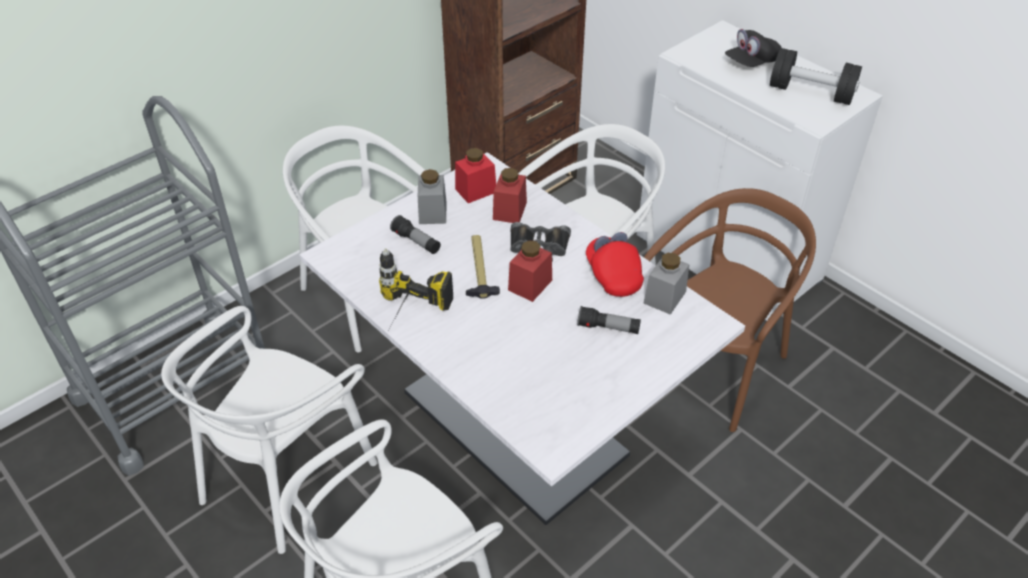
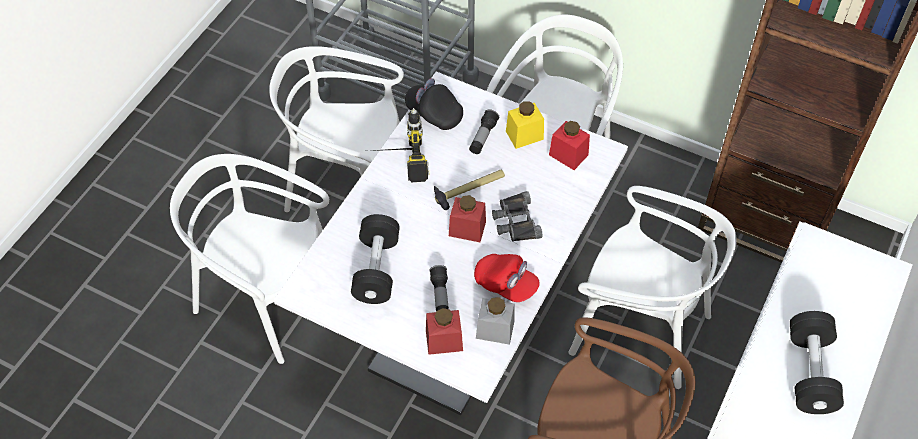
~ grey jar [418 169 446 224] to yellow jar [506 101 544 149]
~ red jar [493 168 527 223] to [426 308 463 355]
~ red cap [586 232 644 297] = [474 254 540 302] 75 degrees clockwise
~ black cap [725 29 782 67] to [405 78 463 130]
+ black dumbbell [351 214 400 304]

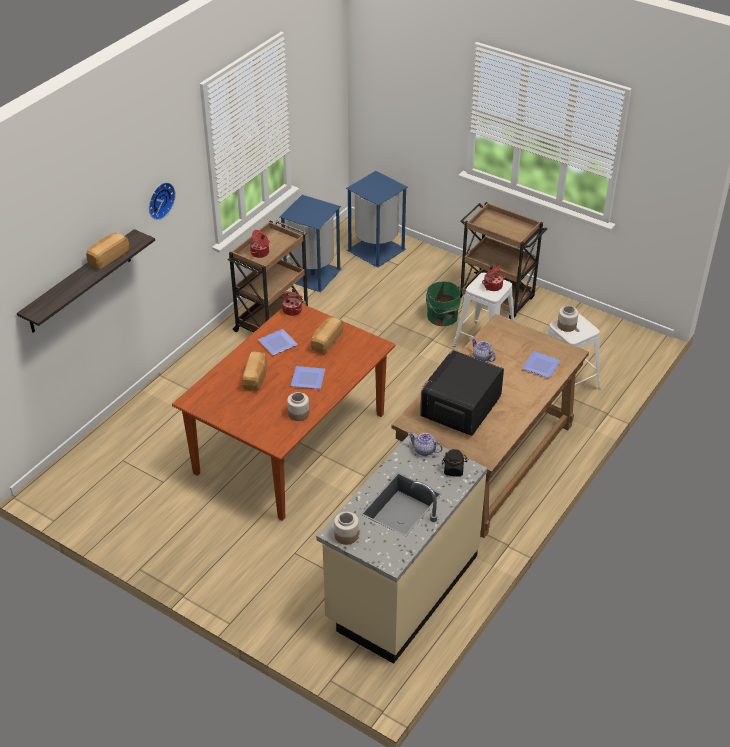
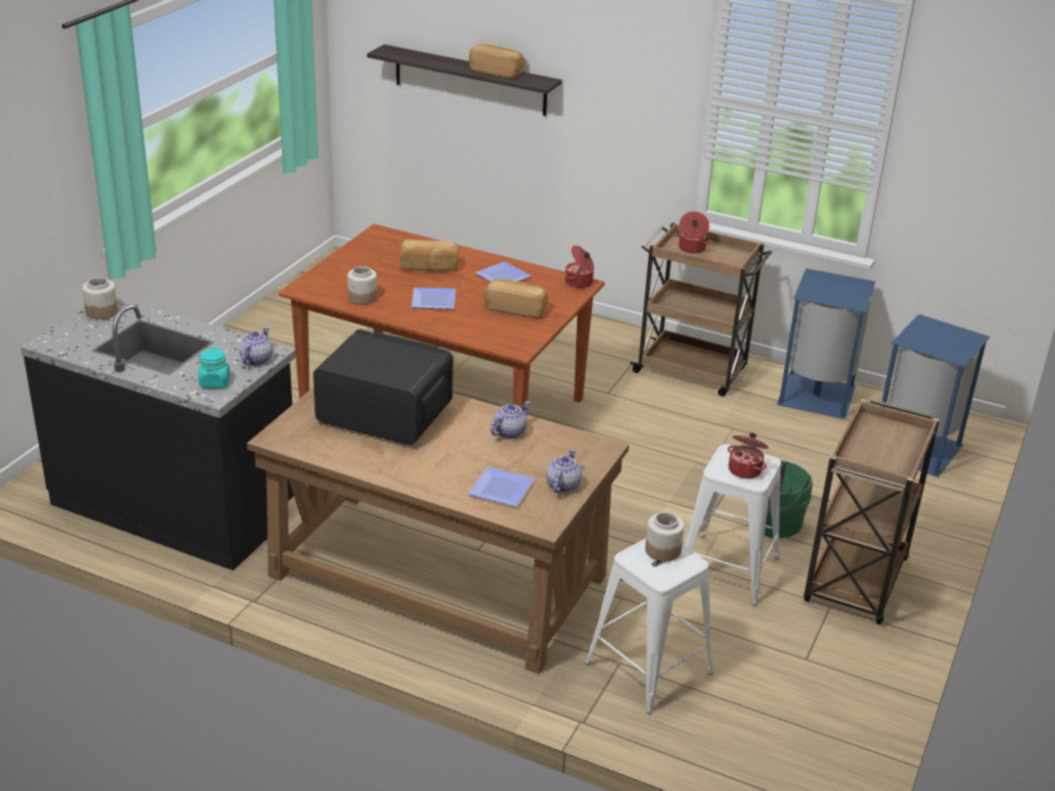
- wall clock [149 182 175 220]
~ beige counter [316 432 488 664] to black counter [21 298 296 570]
~ black jar [442 449 467 476] to turquoise jar [198 348 230 388]
+ teapot [546 449 582 493]

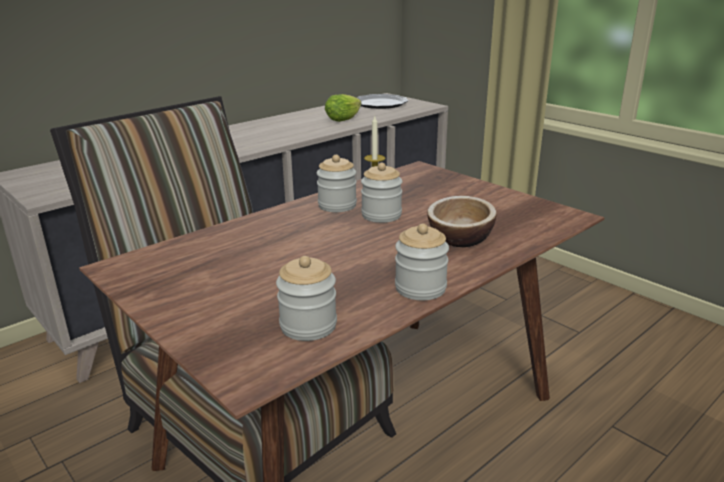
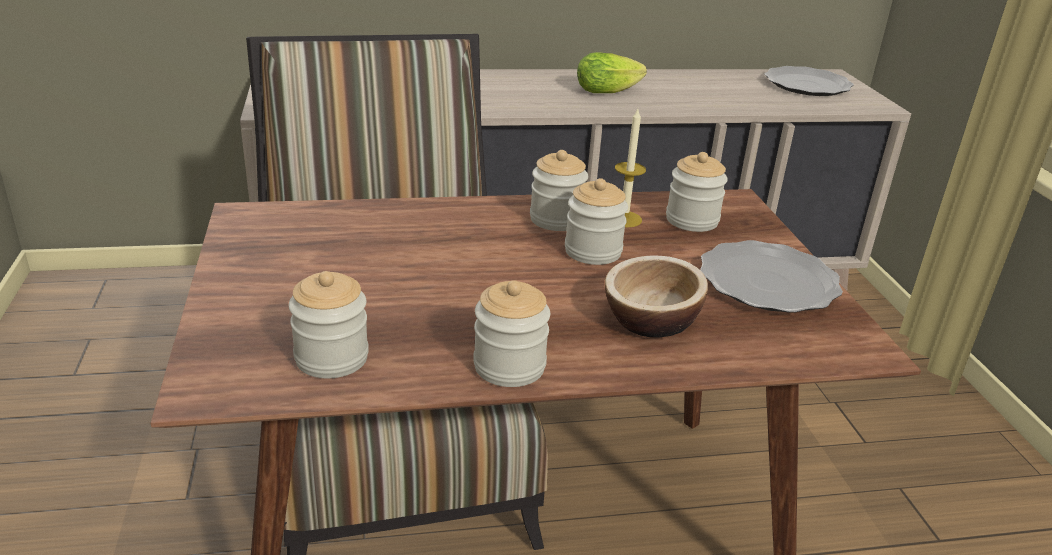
~ lettuce [325 94 361 122] to [577 52 647 93]
+ jar [666 152 728 232]
+ plate [700 240 843 313]

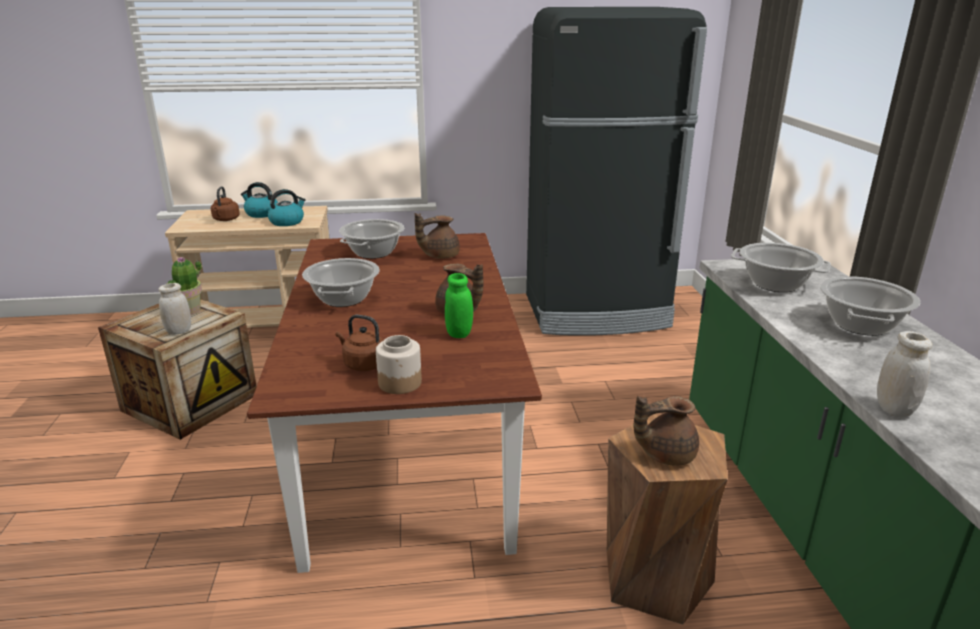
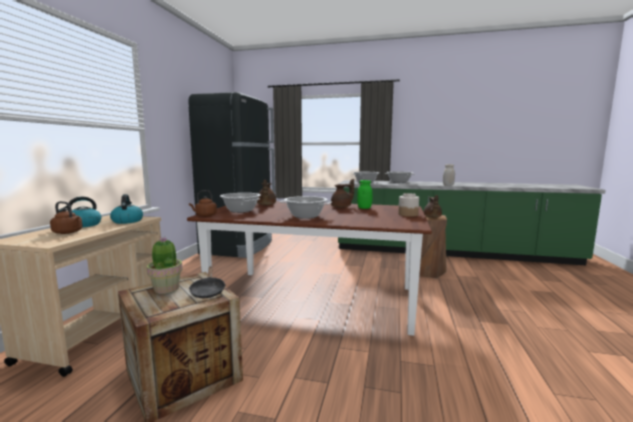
~ white jar [158 283 191 335] to black frying pan [189 266 225 298]
~ brown kettle [335 315 384 371] to [189 190 217 217]

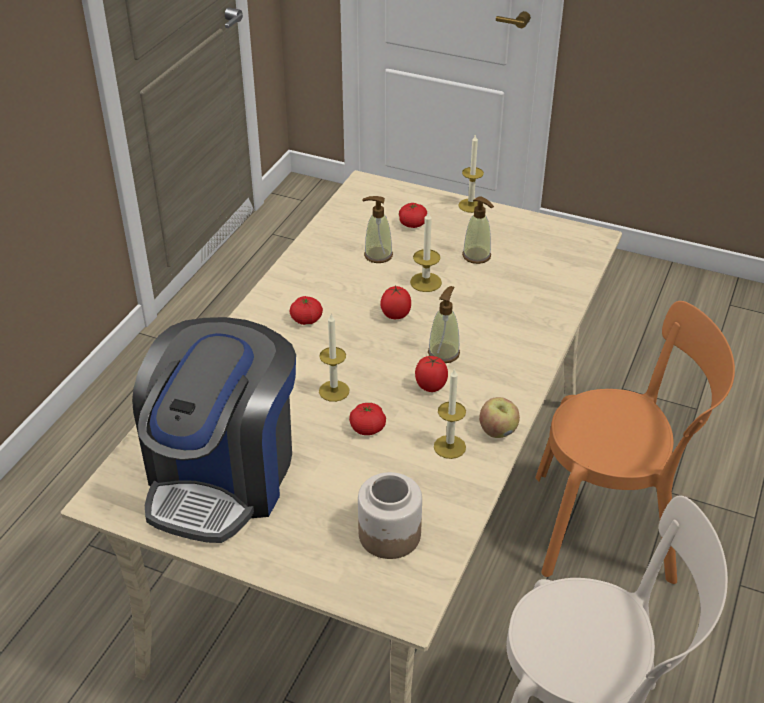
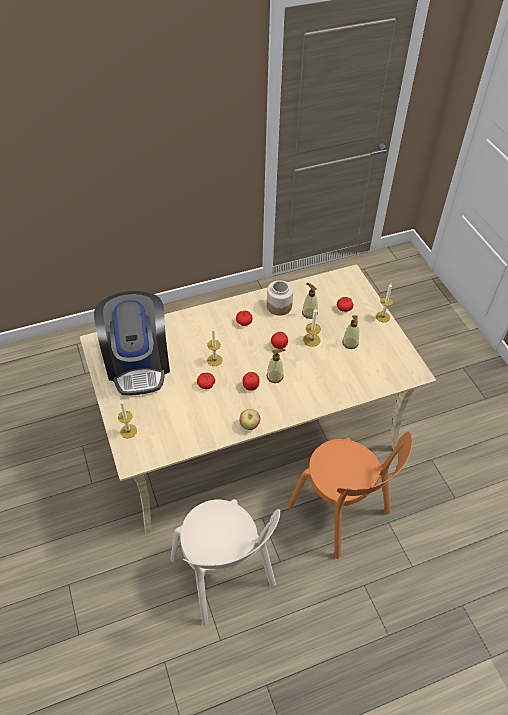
~ coffee machine [132 317 296 543] = [94 291 170 396] 75 degrees counterclockwise
~ jar [358 472 422 559] to [267 280 293 316]
~ candle [434 368 466 459] to [118 400 137 438]

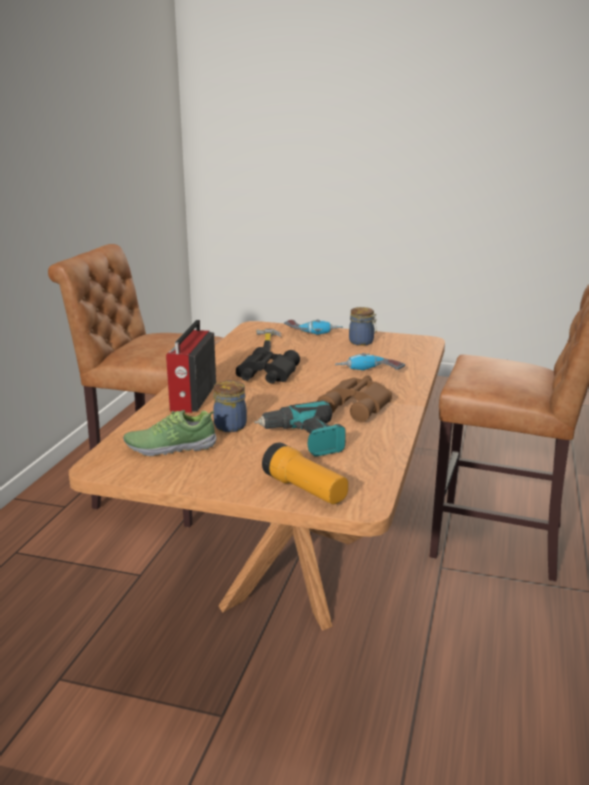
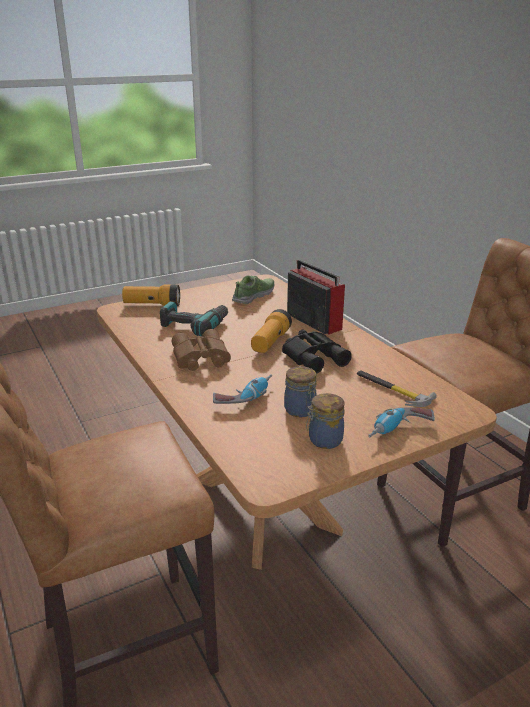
~ jar [213 380 247 432] to [284 366 317 417]
+ flashlight [251 309 292 353]

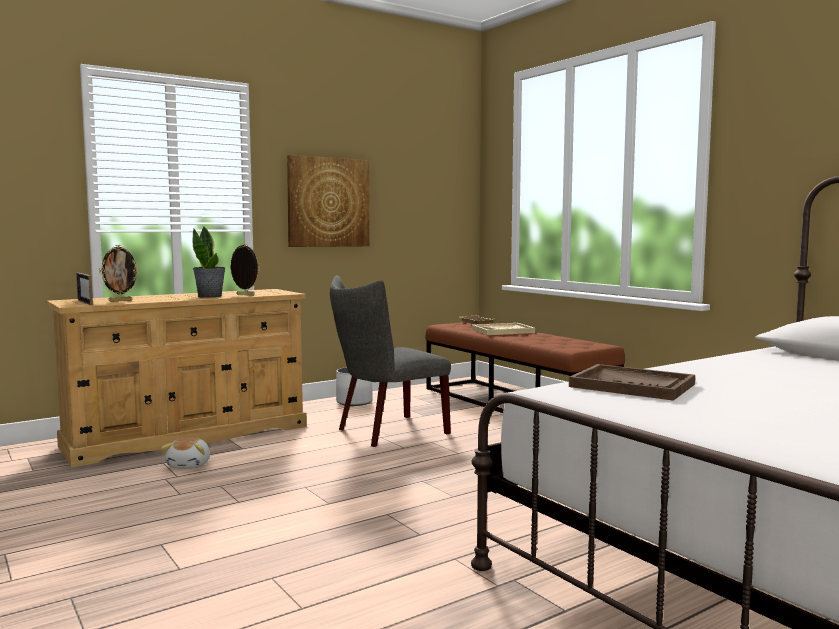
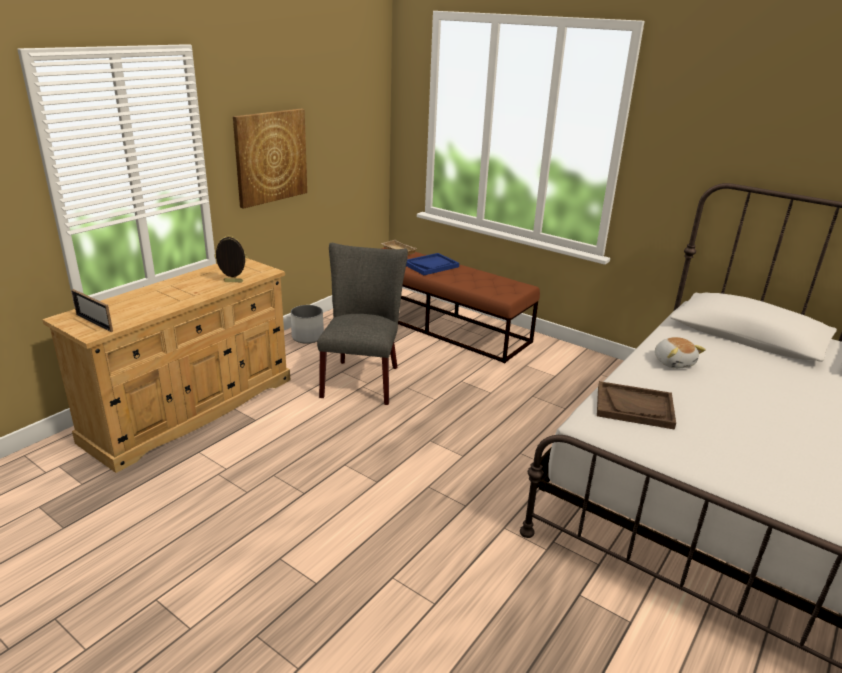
- picture frame [99 245 139 302]
~ plush toy [161 437 210 469] to [655 337 706 369]
- potted plant [192 226 226 297]
~ grey chair [330 275 451 447] = [317 243 408 405] 150 degrees clockwise
~ beige tray [472 323 535 335] to blue tray [406 253 459 275]

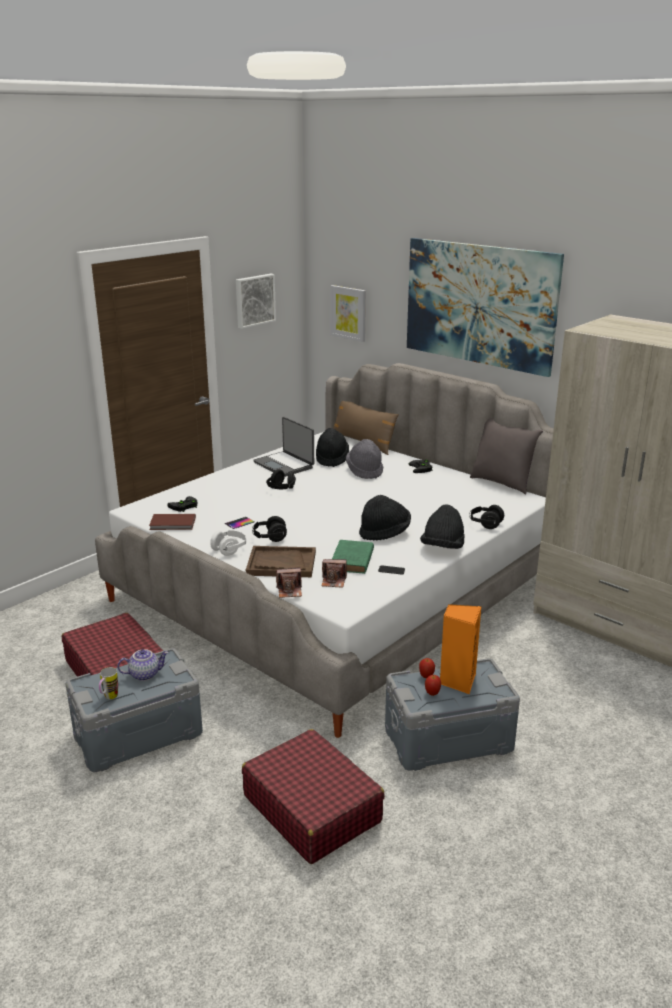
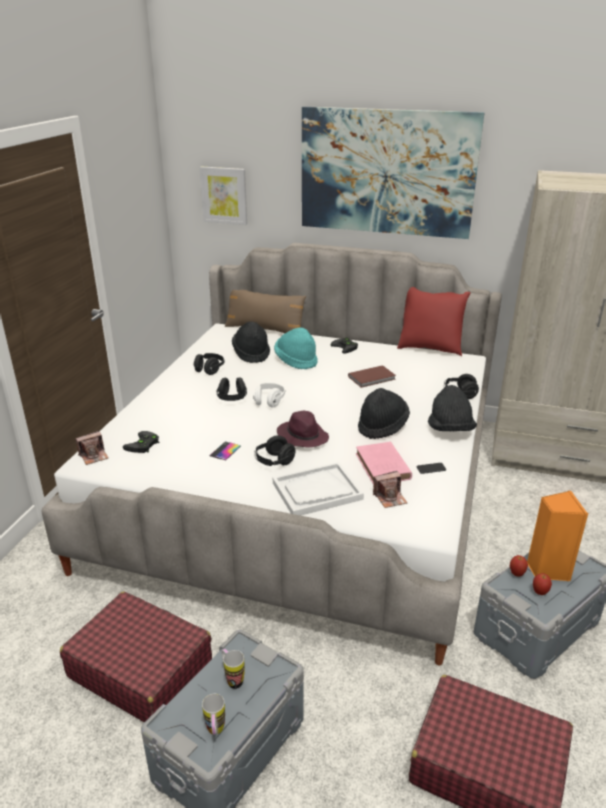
~ teapot [117 649 169 681] to mug [221 649 245 689]
~ brown book [149 514 196 530] to [348 365 396 388]
~ white headphones [210 530 247 556] to [253 383 285 407]
- picture [236 274 276 329]
~ brown tray [246 546 316 577] to white tray [273 462 364 516]
~ laptop [253 417 314 477] to black headphones [194 353 225 375]
~ photo camera [276 567 302 598] to [75 431 108 465]
~ green book [332 540 374 574] to pink book [356 442 412 484]
~ grey hat [346 439 383 479] to turquoise hat [274 328 318 369]
~ grey pillow [470 418 543 495] to red pillow [397 287 471 356]
+ purple hat [277 411 329 447]

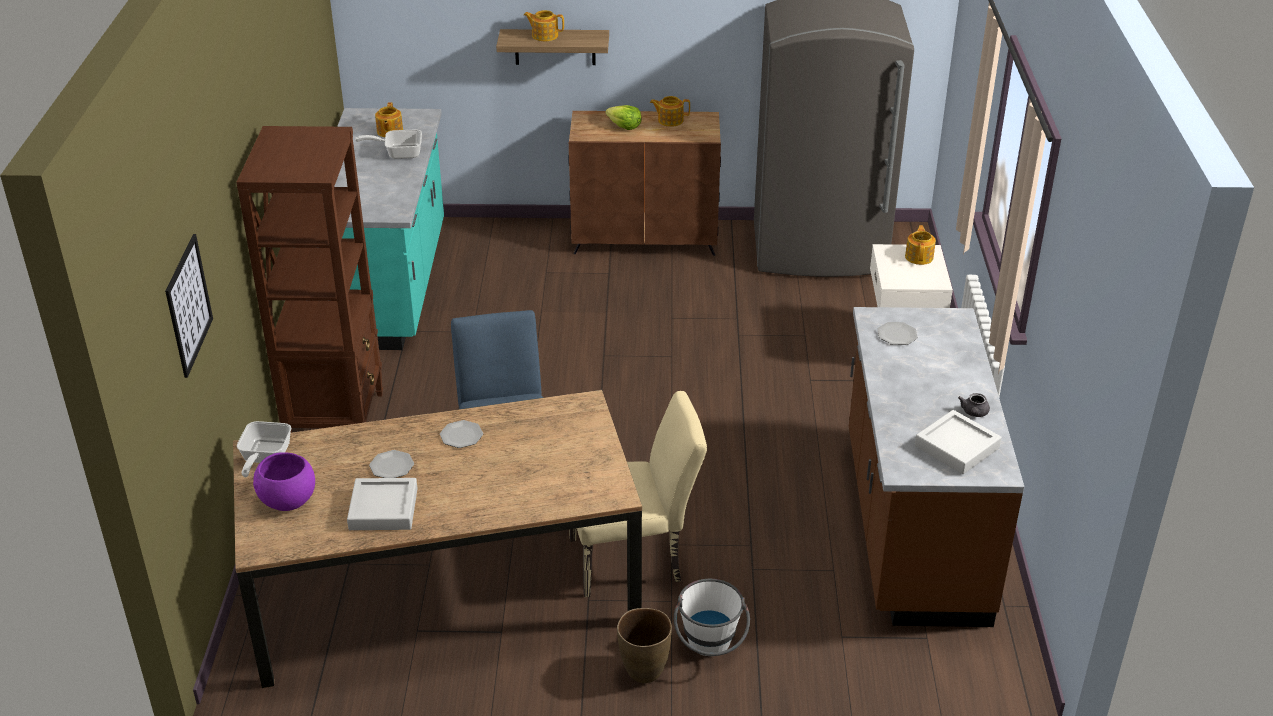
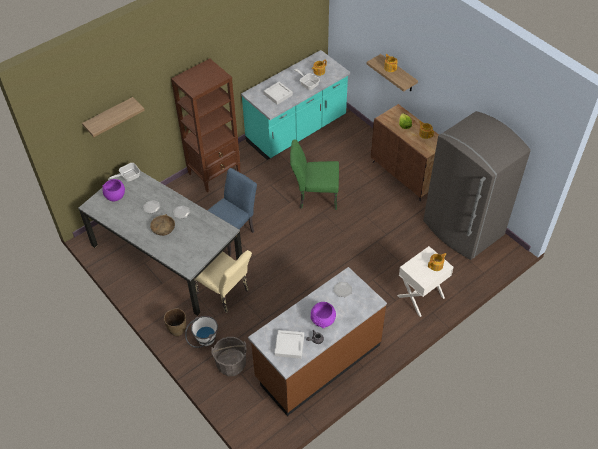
~ picture [165 234 213 378] to shelf [82 97 145 137]
~ brown dining table [233 390 642 688] to grey dining table [78 171 242 316]
~ grey tray [347 478 418 530] to [264 82 293 105]
+ brown bowl [150 214 175 236]
+ grey bucket [211 337 246 376]
+ green chair [290 140 339 210]
+ purple bowl [310 302 336 328]

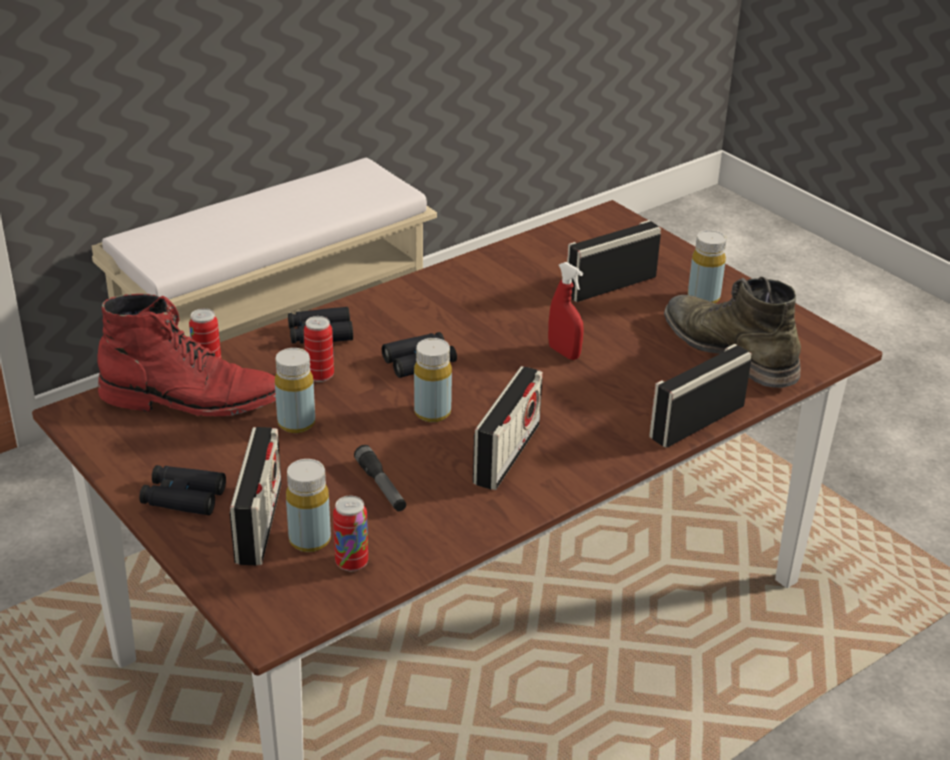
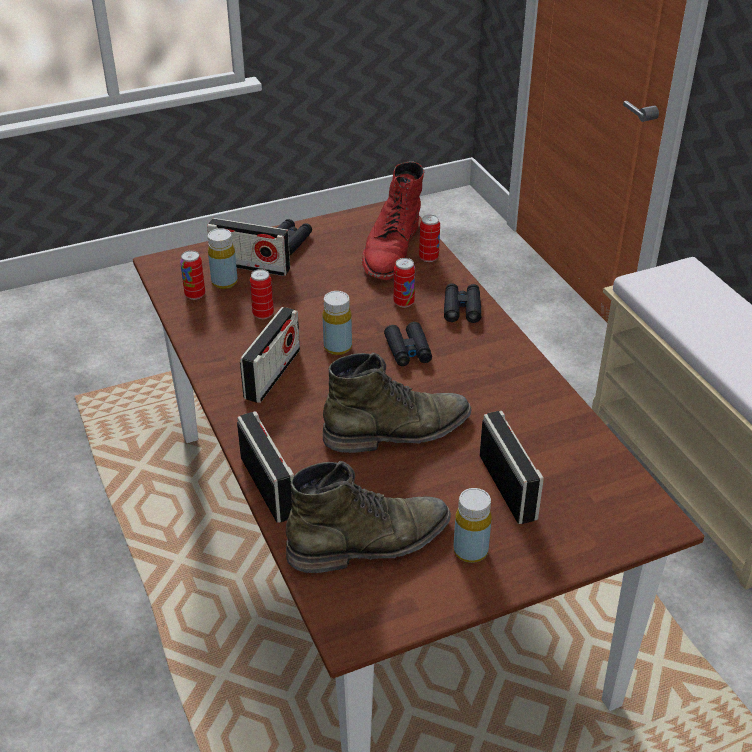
- yellow bottle [275 348 315 433]
~ flashlight [354 445 406 511] to can [250 269 274 319]
~ radio [473 366 543 490] = [240 307 300 403] 105 degrees counterclockwise
~ red spray bottle [548 262 584 360] to green boot [323 352 472 453]

